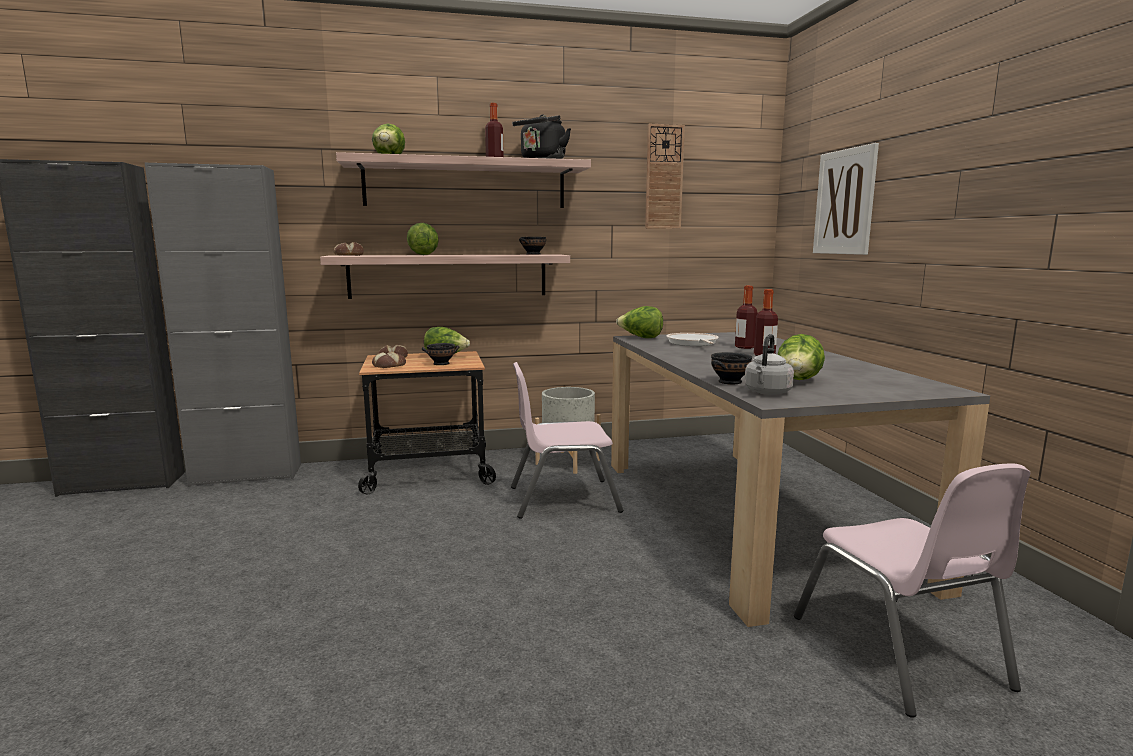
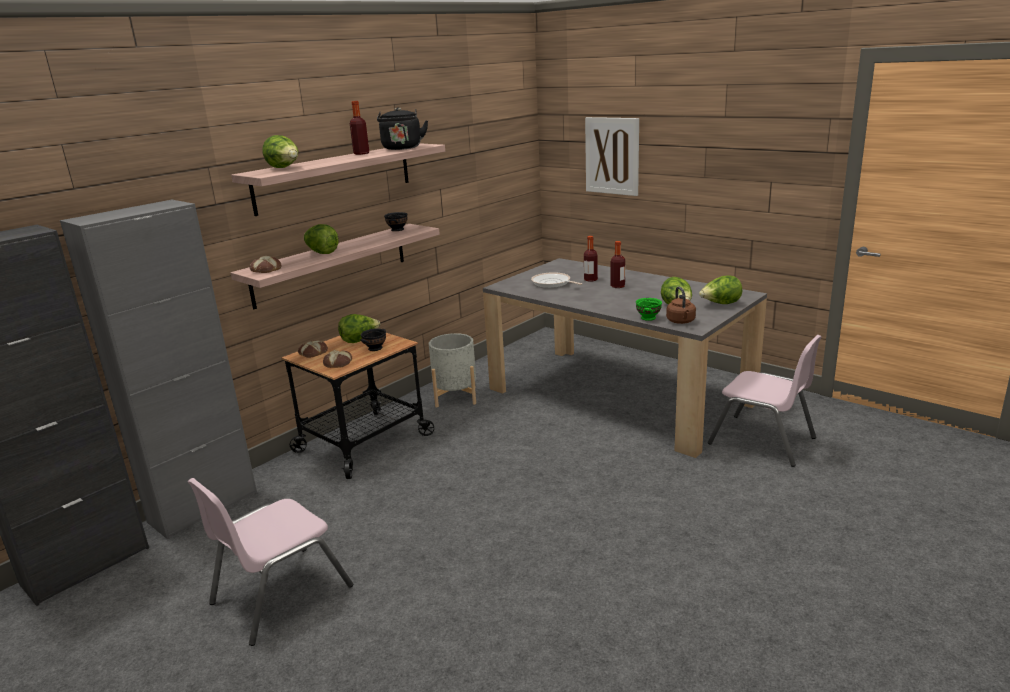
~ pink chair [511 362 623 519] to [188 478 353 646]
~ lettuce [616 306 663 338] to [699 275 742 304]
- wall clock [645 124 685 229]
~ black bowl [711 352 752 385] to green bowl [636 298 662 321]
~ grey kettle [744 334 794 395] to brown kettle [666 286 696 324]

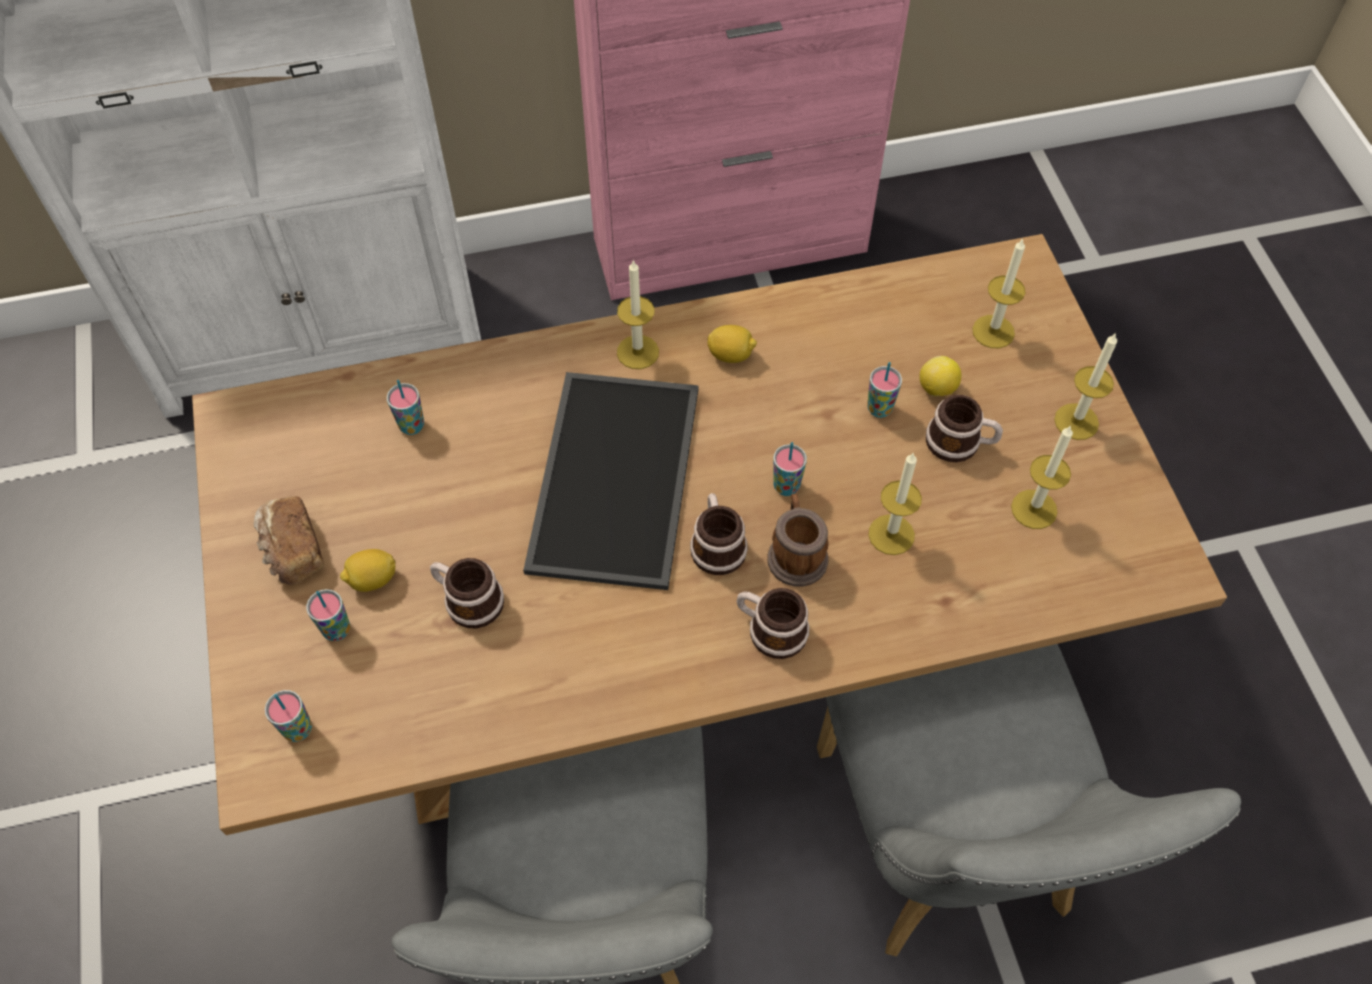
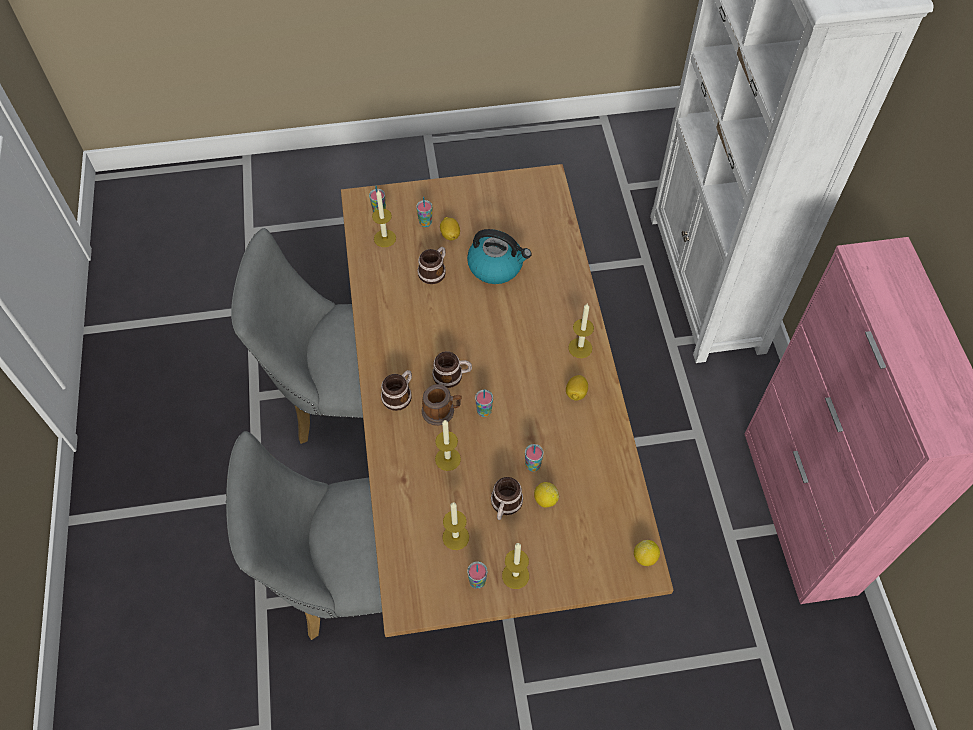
- bread [254 496 324 585]
~ cup [387 380 424 435] to [467 561 487 589]
- tray [523 372 699 590]
~ candle [972 238 1025 348] to [372 190 396 247]
+ kettle [467 229 531 284]
+ lemon [634 540 660 566]

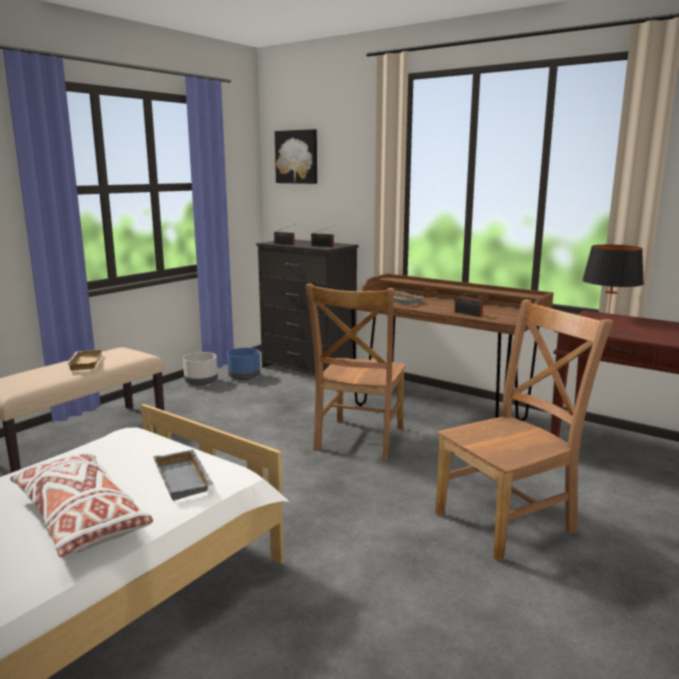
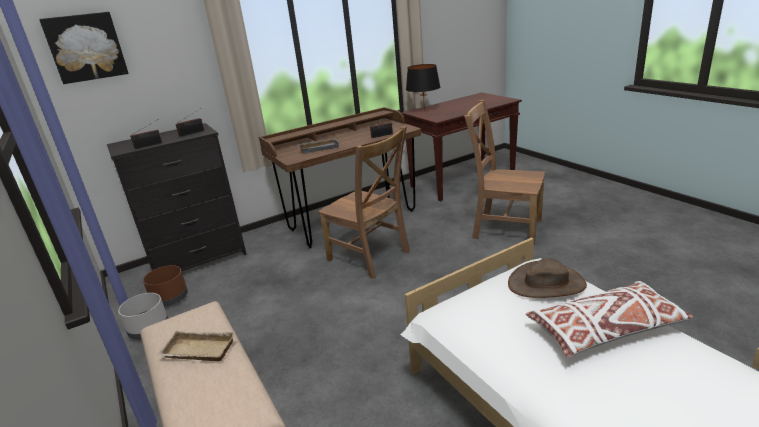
~ grey tray [153 450 214 501] to brown hat [508 258 587 298]
~ blue planter [227 348 260 380] to brown planter [143 265 188 307]
~ brown chair [435 299 613 562] = [464 100 545 245] 60 degrees counterclockwise

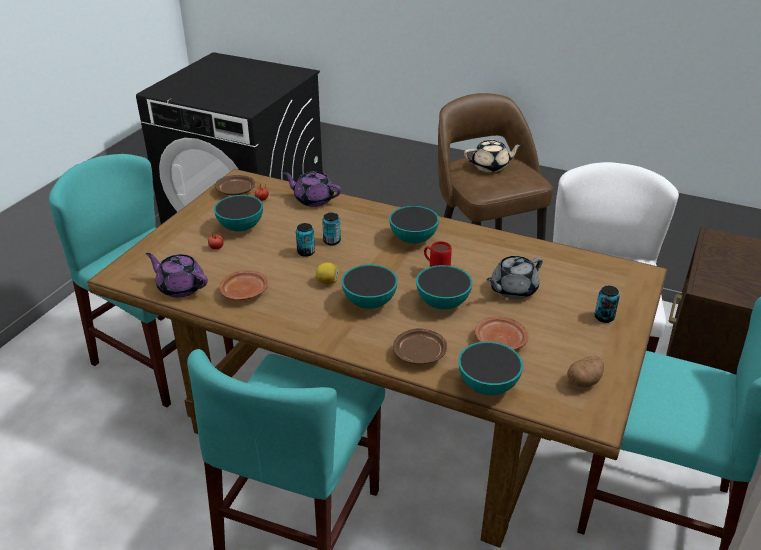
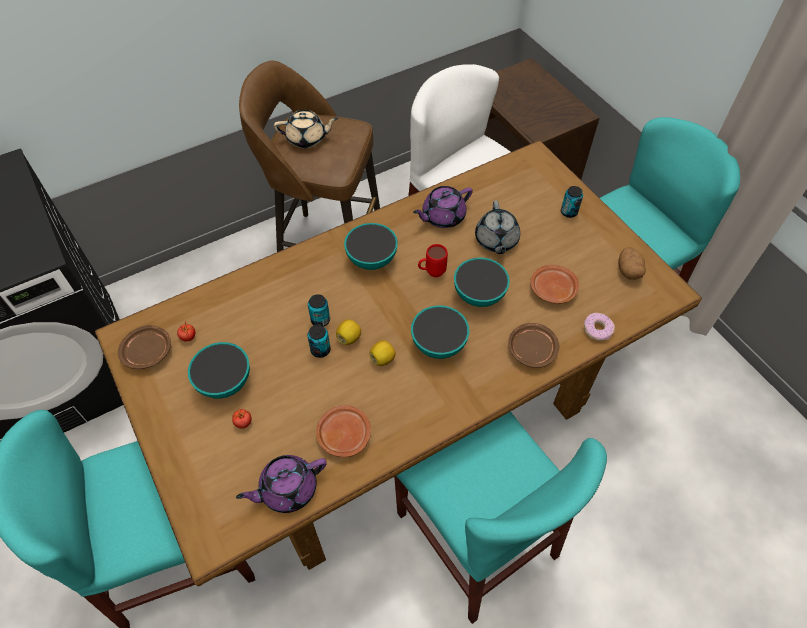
~ purple teapot [283 171 341 207] to [413 186 473 228]
~ bowl [458 342 523 395] to donut [584 313 615 341]
~ beige teapot [464 139 523 172] = [274 110 338 148] 60 degrees clockwise
+ lemon [336 319 361 345]

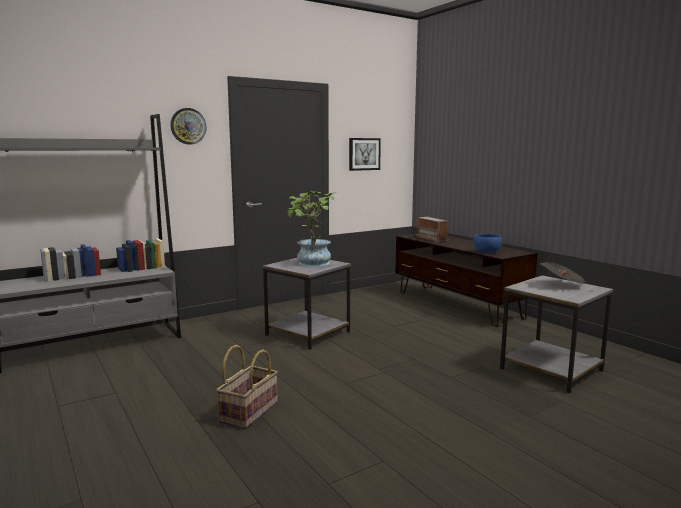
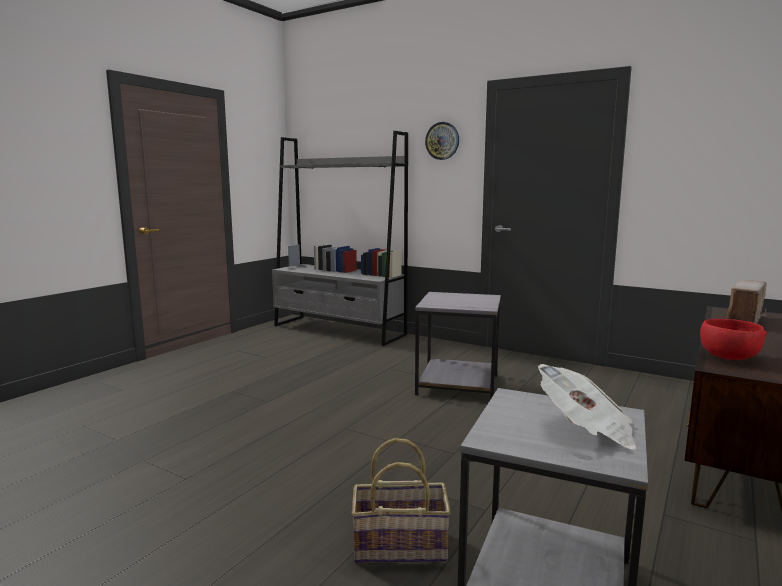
~ basket [216 345 278 429] to [352 438 451 563]
- potted plant [287 191 336 267]
- picture [349 138 381 171]
~ blue bowl [473 234 502 253] to red bowl [700 319 767 360]

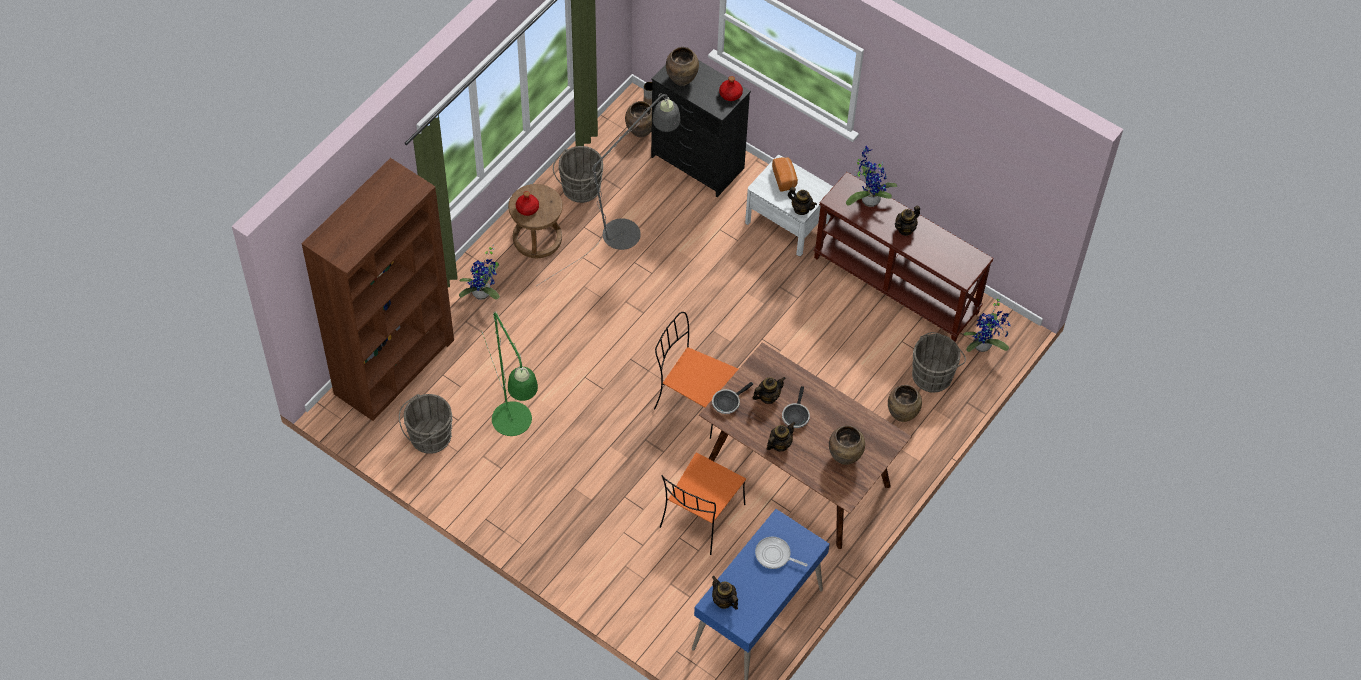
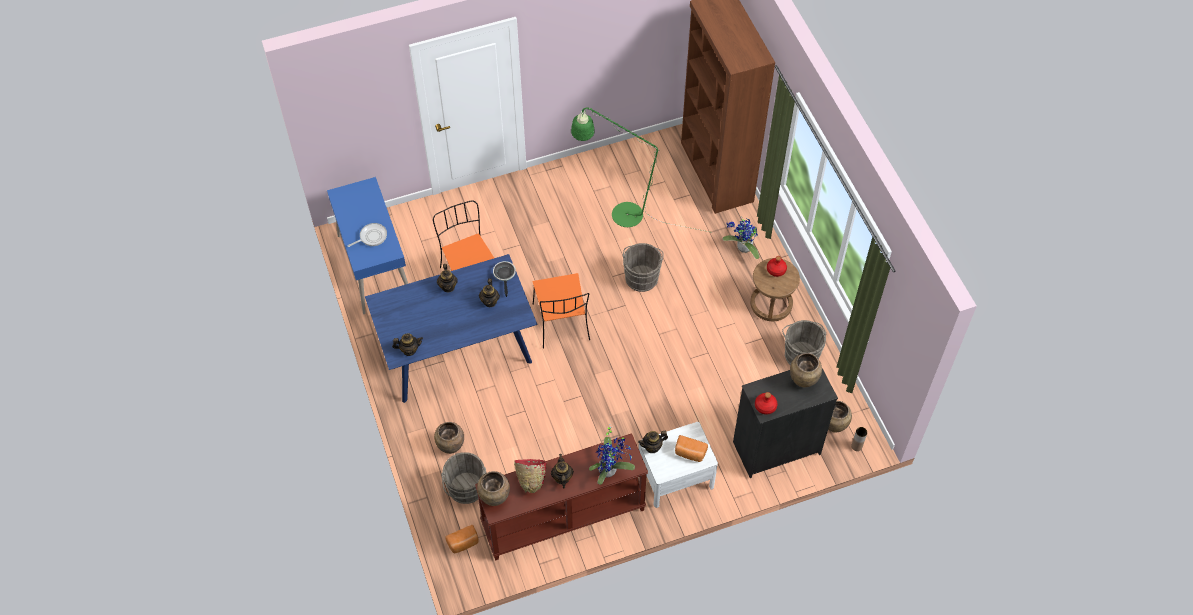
~ grey bucket [399 394 453 454] to [623 243 664 292]
- grey floor lamp [538 94 680 285]
~ orange chair [654 312 738 439] = [532 273 590 349] 105 degrees clockwise
~ brown dining table [699 342 912 549] to blue dining table [365 254 537 403]
~ teapot [712 576 738 610] to [392 334 423 356]
- frying pan [782 386 810 428]
~ brown vase [829 425 865 465] to [477 471 510 506]
~ potted plant [964 296 1011 352] to bread [445 525 479 553]
+ red bowl [514 459 547 493]

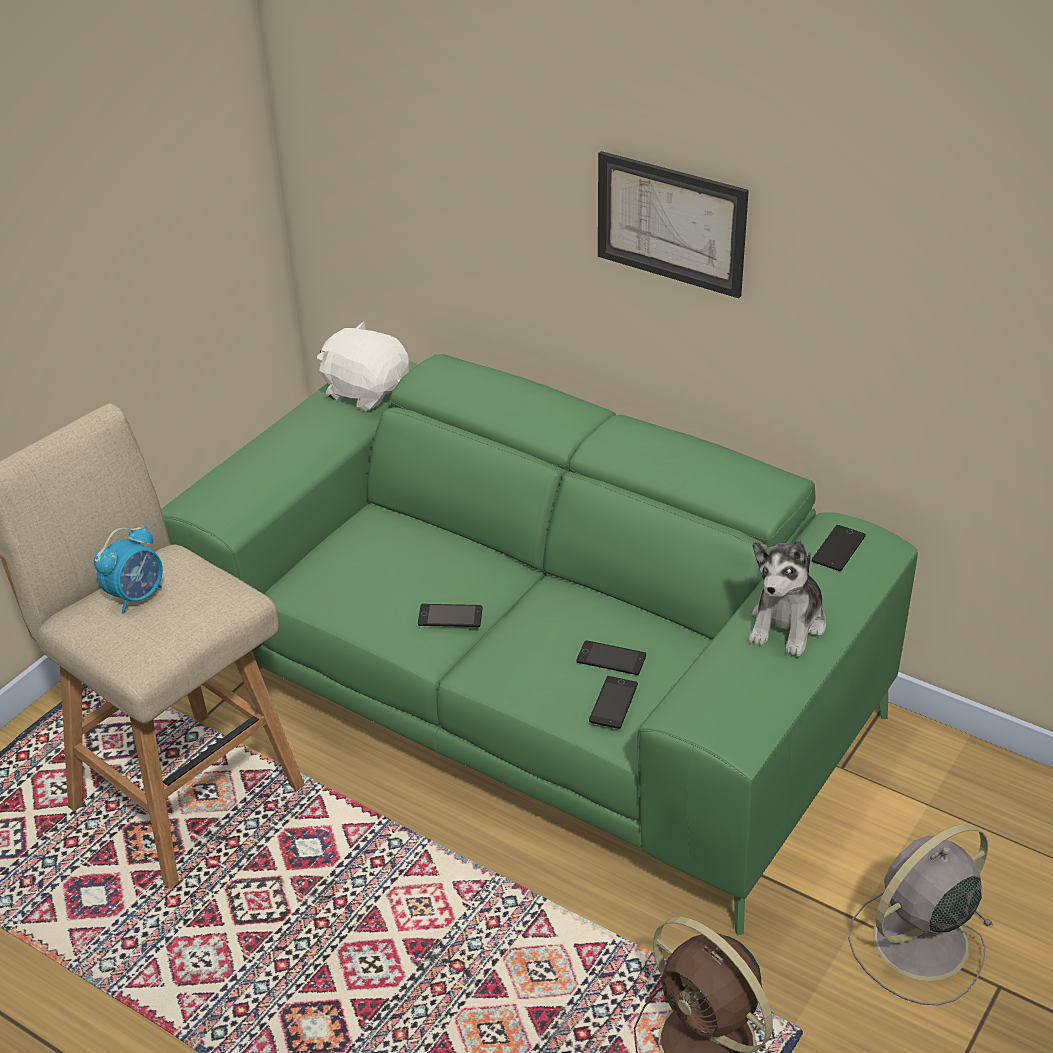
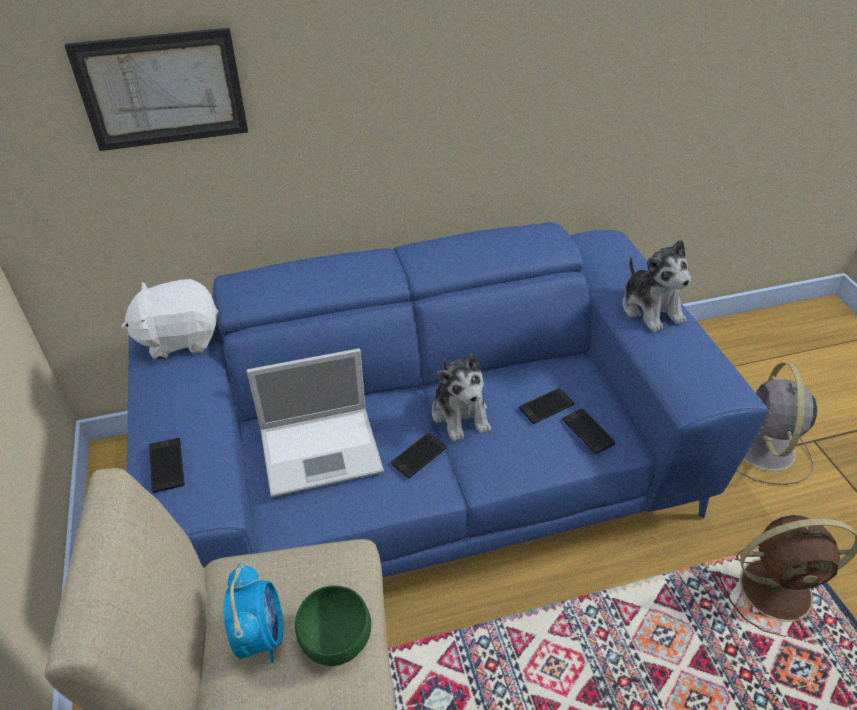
~ green sofa [161 354 918 935] to blue sofa [127 222 768 578]
~ picture [598 151 749 298] to [65 28 248 151]
~ phone [812 525 866 571] to [149 438 185 493]
+ laptop [247 348 384 497]
+ green bowl [295 585 371 666]
+ plush toy [432 354 491 442]

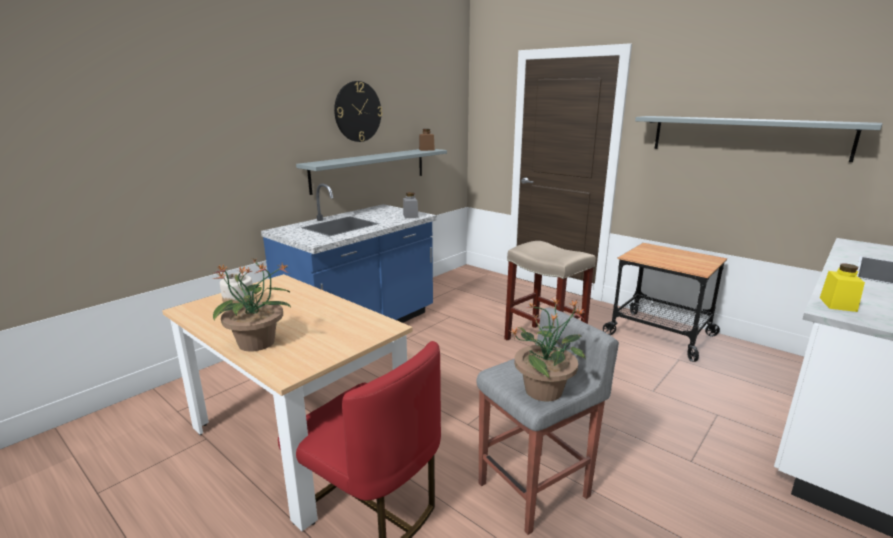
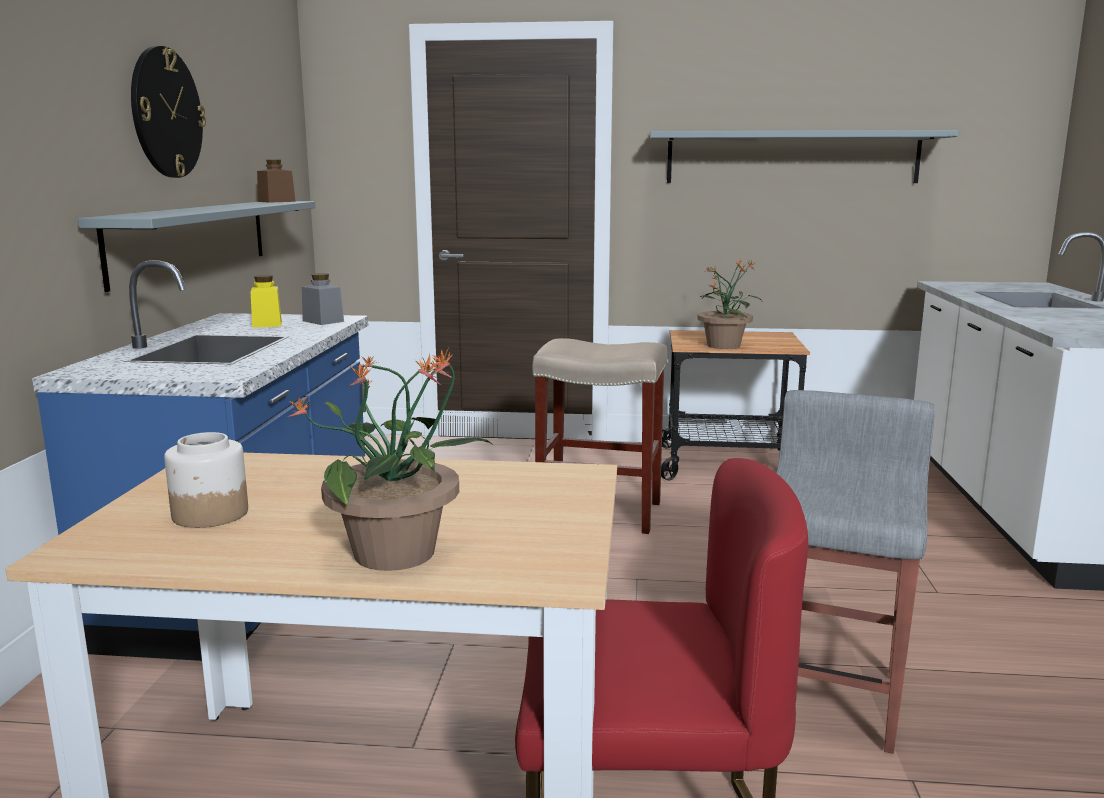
~ potted plant [510 298 586 402] to [697 260 762 349]
~ yellow jar [820 264 865 312] to [250 275 282 328]

